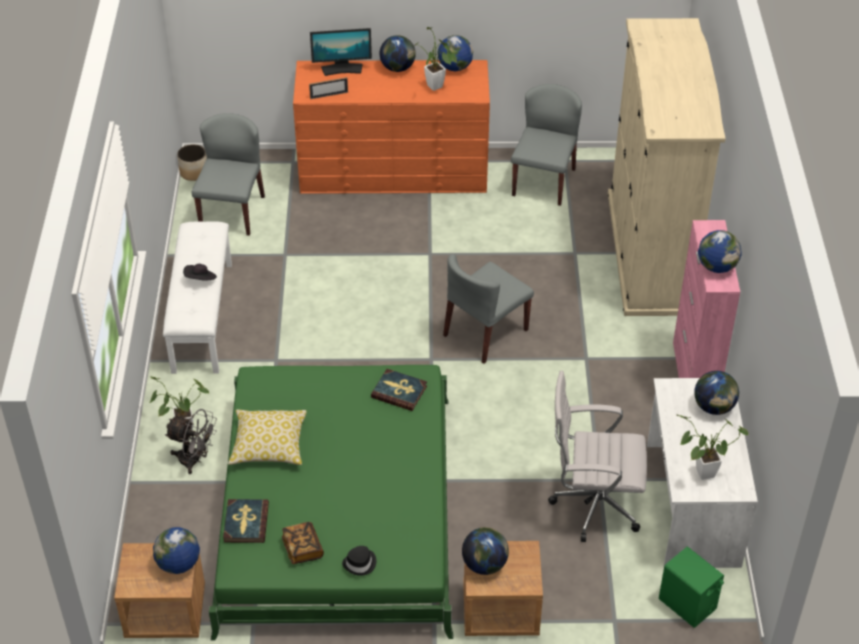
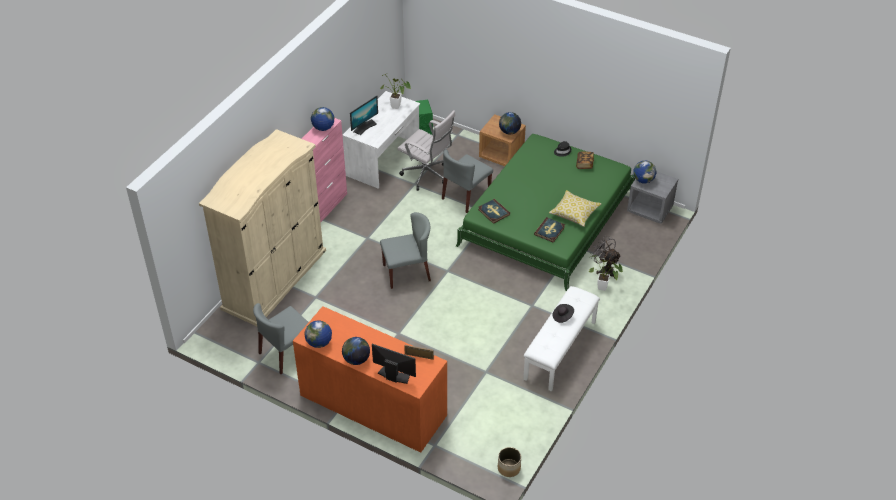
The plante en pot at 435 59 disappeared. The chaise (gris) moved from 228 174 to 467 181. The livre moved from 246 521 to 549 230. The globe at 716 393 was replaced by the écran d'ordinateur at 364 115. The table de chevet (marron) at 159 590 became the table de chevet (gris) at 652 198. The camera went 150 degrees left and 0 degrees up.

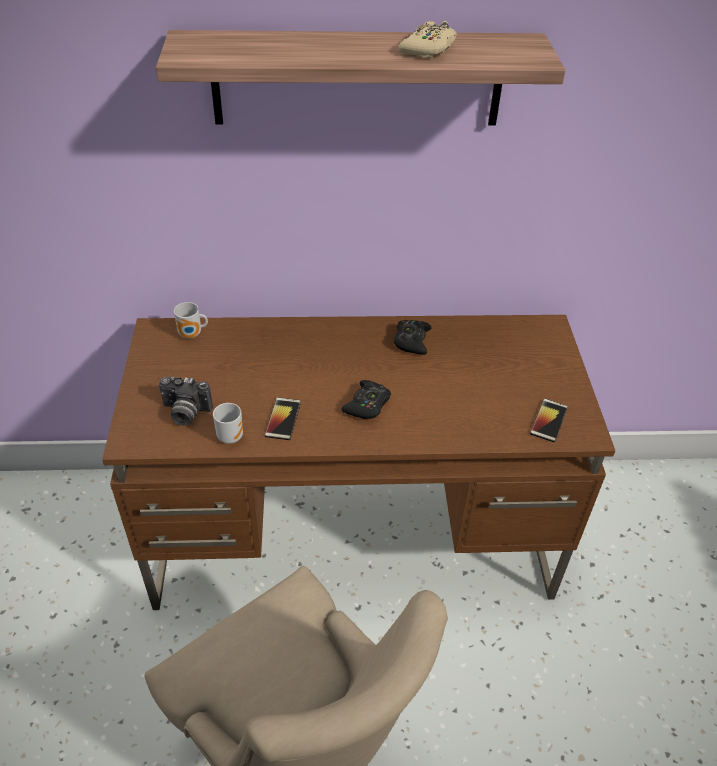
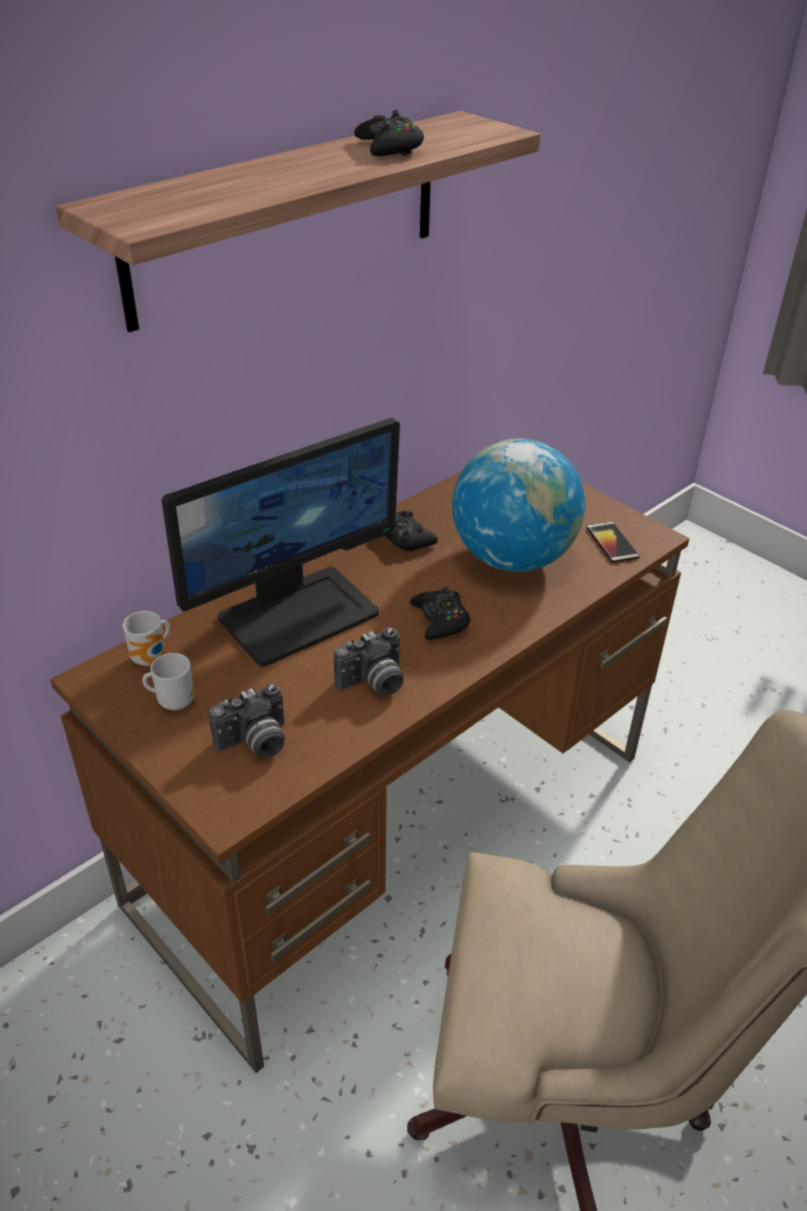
The écran d'ordinateur at 281 542 appeared. The globe at 518 505 appeared. The mug moved from 228 423 to 168 681. The téléphone at 283 418 was replaced by the appareil photo at 369 661. The manette (beige) at 427 39 became the manette (noir) at 389 133. The camera went 40 degrees left and 5 degrees down.

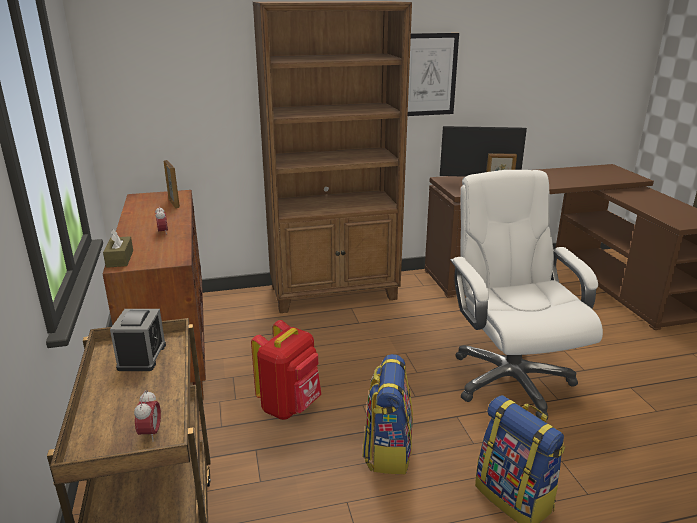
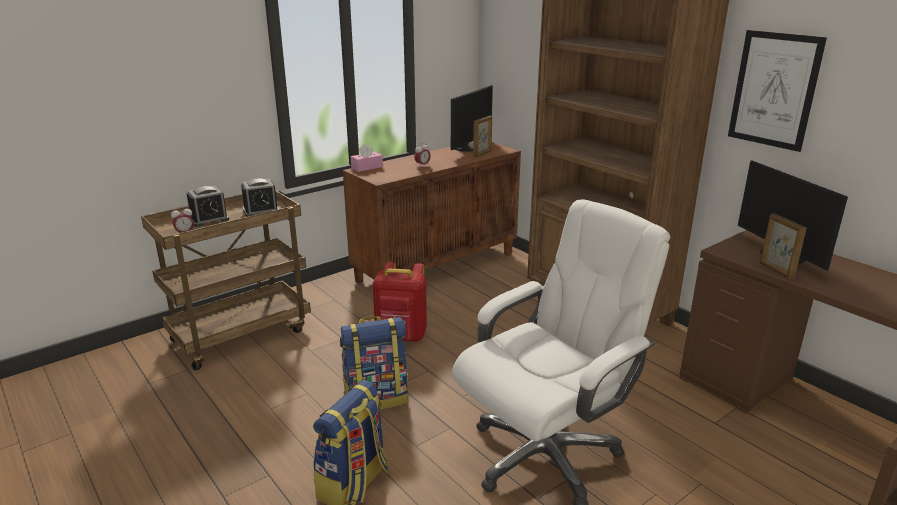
The réveil at 207 206 appeared. The écran d'ordinateur at 472 118 appeared. The boîte à mouchoirs (marron) at 118 248 became the boîte à mouchoirs (rose) at 367 158. The camera went 65 degrees right and 0 degrees up.

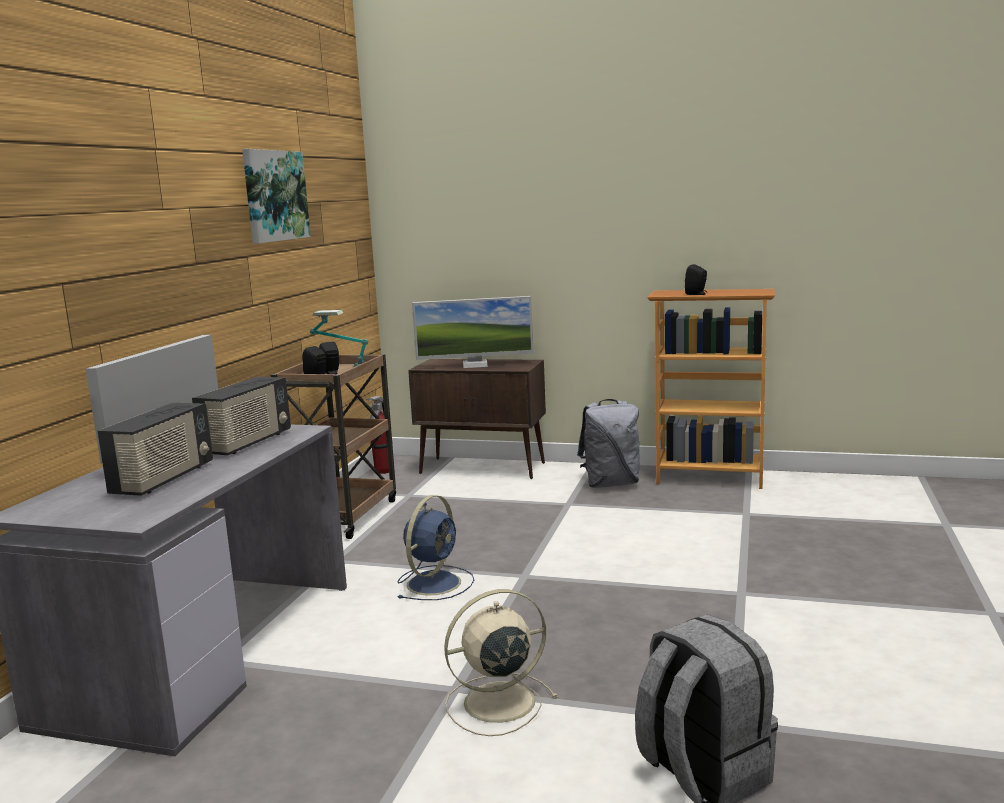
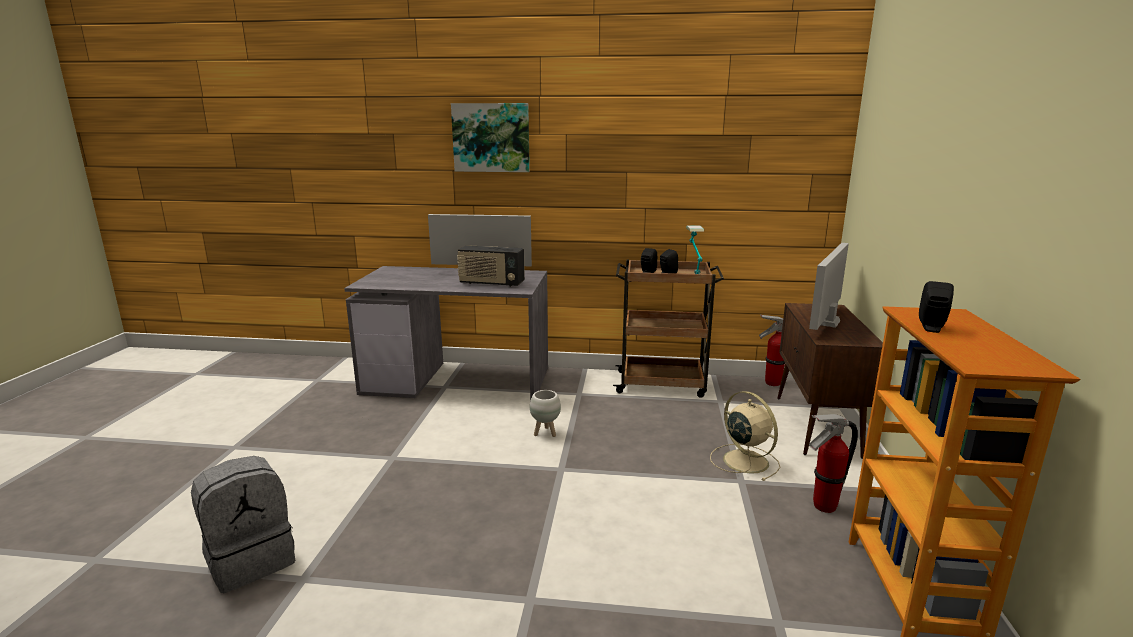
The radio at 155 449 disappeared. The tableau moved from 276 196 to 490 137. The ventilateur (beige) moved from 501 662 to 745 436. The ventilateur (bleu) at 435 547 was replaced by the cache-pot (blanc) at 545 413. The sac à dos (gris) at 608 443 was replaced by the extincteur at 833 463. The écran d'ordinateur at 472 332 turned 45 degrees clockwise. The camera went 80 degrees right and 5 degrees up.

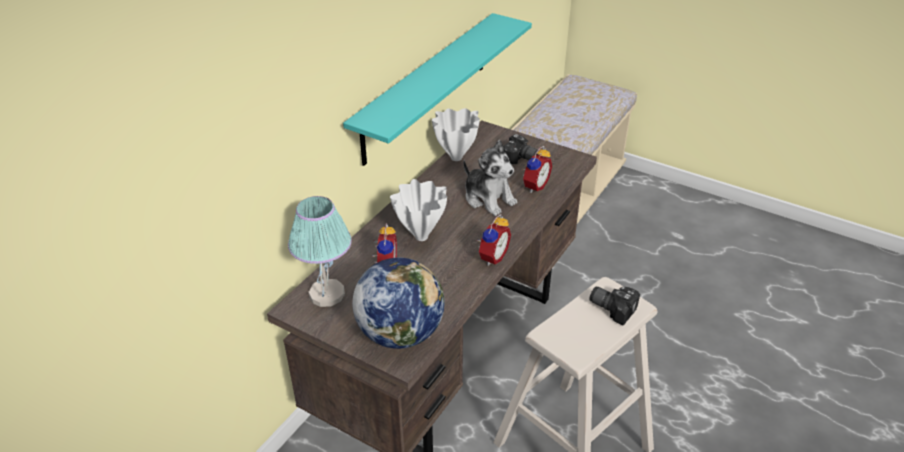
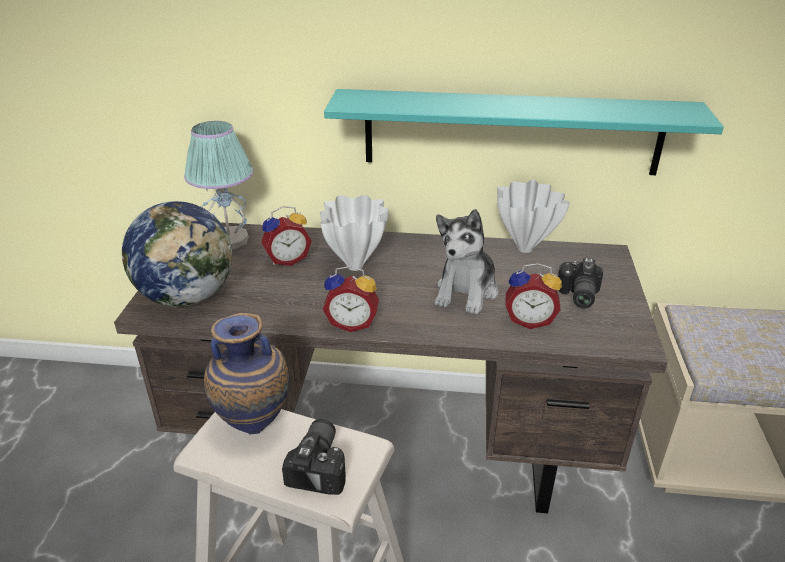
The vase at 246 373 appeared. The camera went 65 degrees right and 5 degrees down.

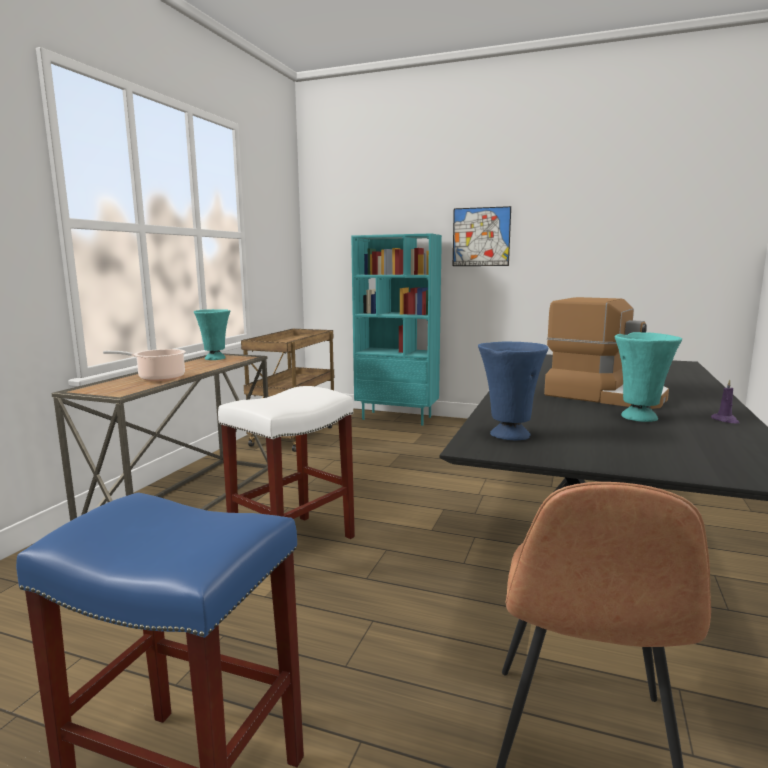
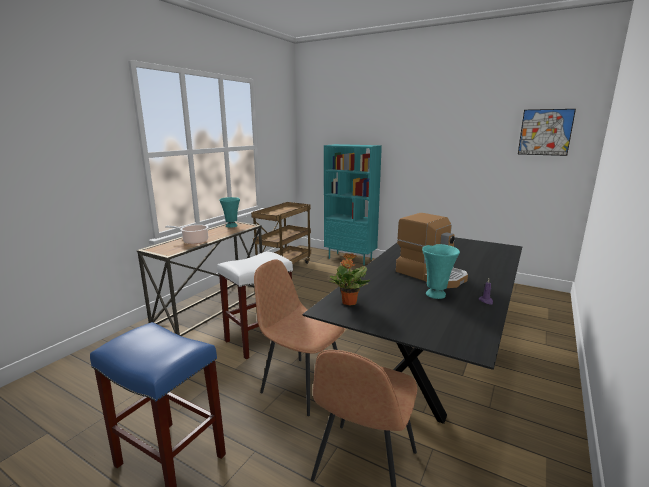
The chaise (marron) at 299 337 appeared. The tableau moved from 482 236 to 547 132. The vase (bleu) at 513 391 was replaced by the plante en pot at 349 279. The camera went 10 degrees right and 5 degrees up.

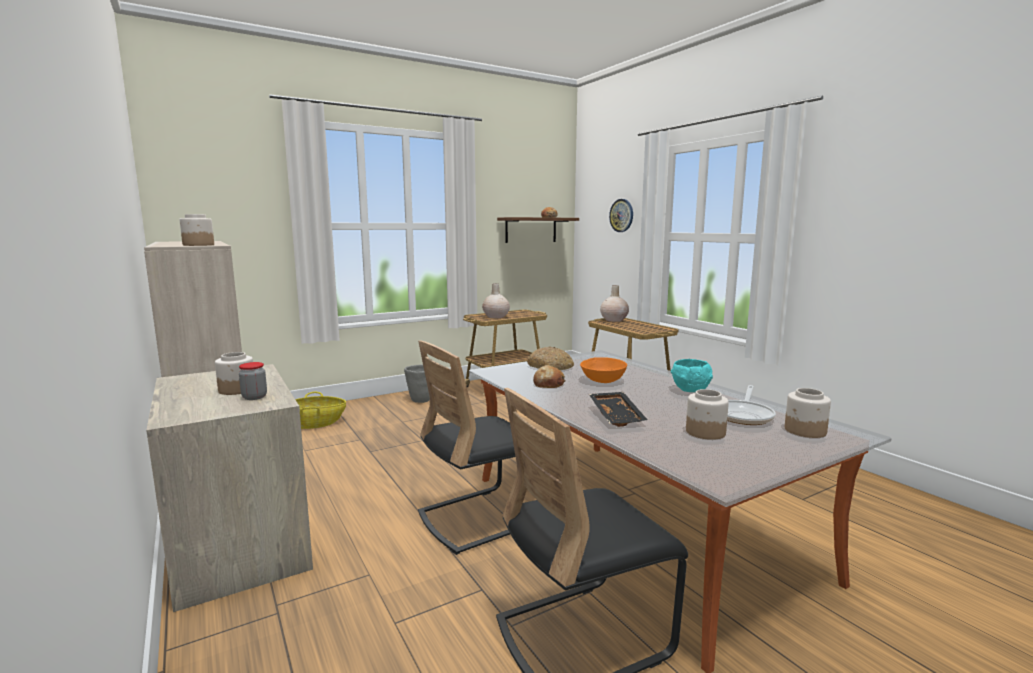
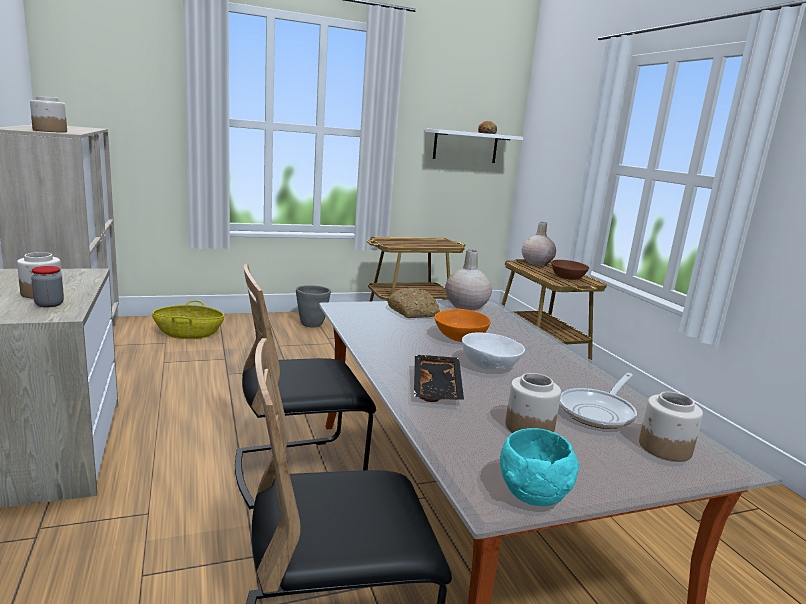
The pain at 549 376 disappeared. The horloge murale at 621 215 disappeared. The bol (blanc) at 493 351 appeared. The bol (marron) at 570 270 appeared. The vase (beige) moved from 496 300 to 468 280. The bol (turquoise) moved from 692 375 to 539 467. The étagère (marron) at 538 230 became the étagère (blanc) at 474 146. The camera went 10 degrees right and 5 degrees up.

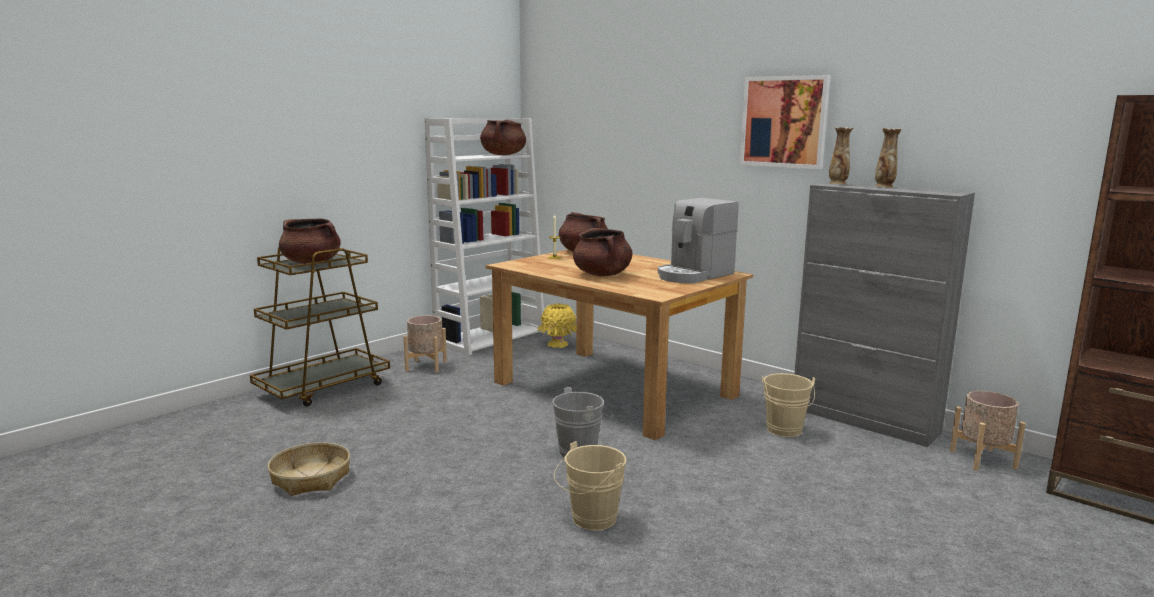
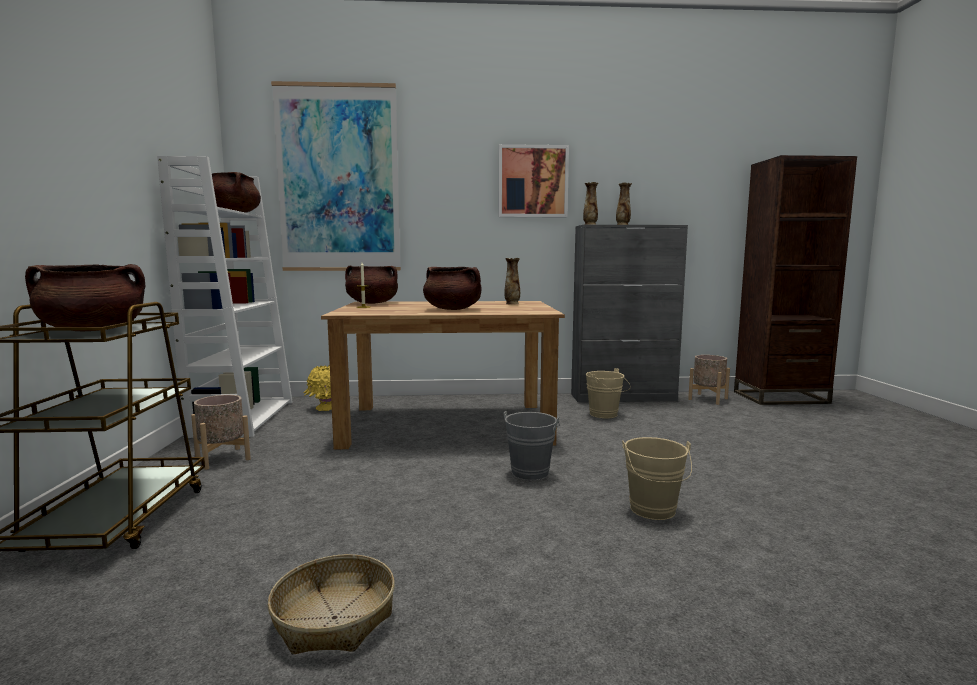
The tableau at 336 176 appeared. The machine à café at 698 240 was replaced by the vase at 512 281. The camera went 45 degrees left and 5 degrees down.

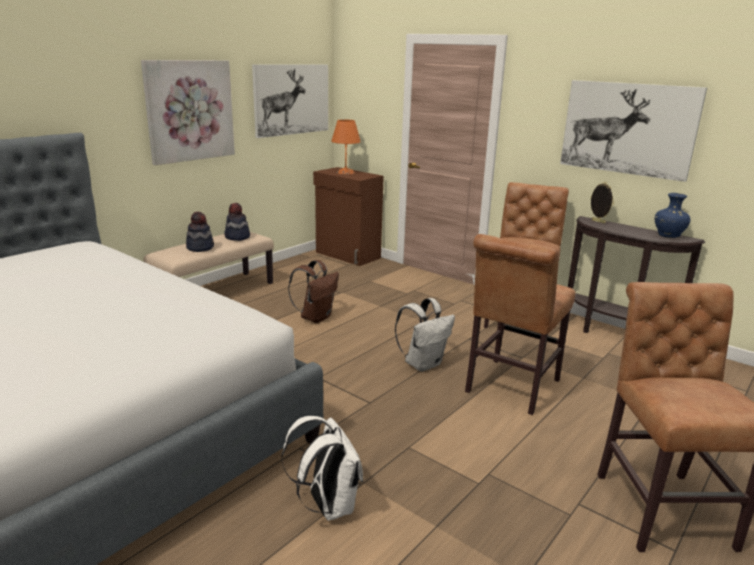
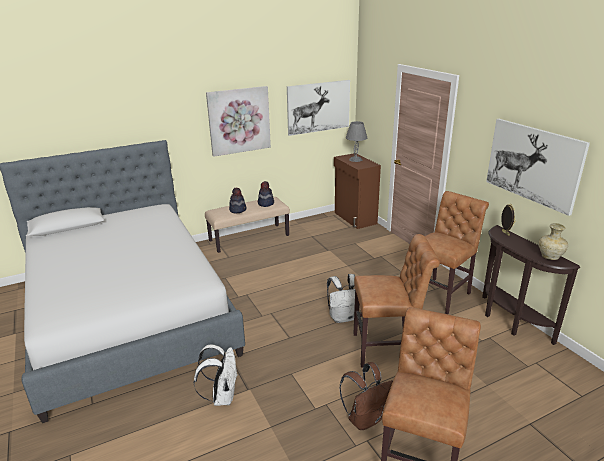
The sac à dos (marron) moved from 313 291 to 366 396. The lampe de table (orange) at 346 146 became the lampe de table (gris) at 356 141. The vase (bleu) at 673 215 became the vase (beige) at 553 241. The chaise (marron) at 520 324 turned 150 degrees counterclockwise. The camera went 25 degrees right and 5 degrees up.

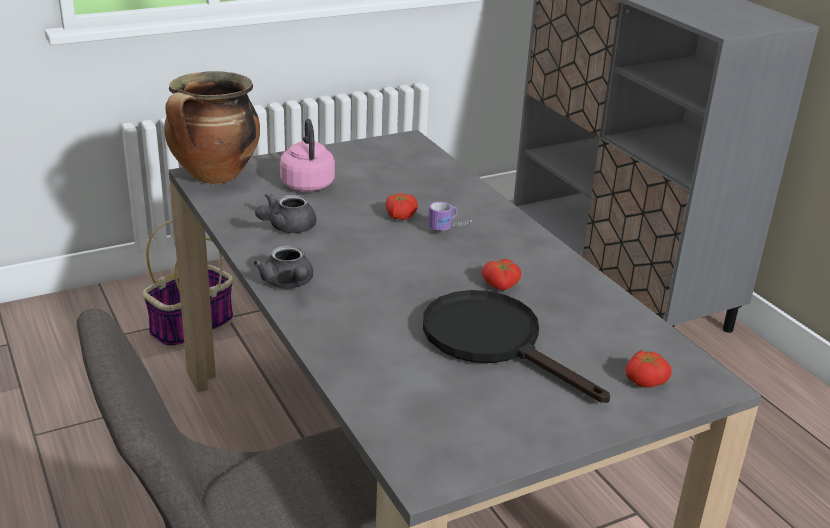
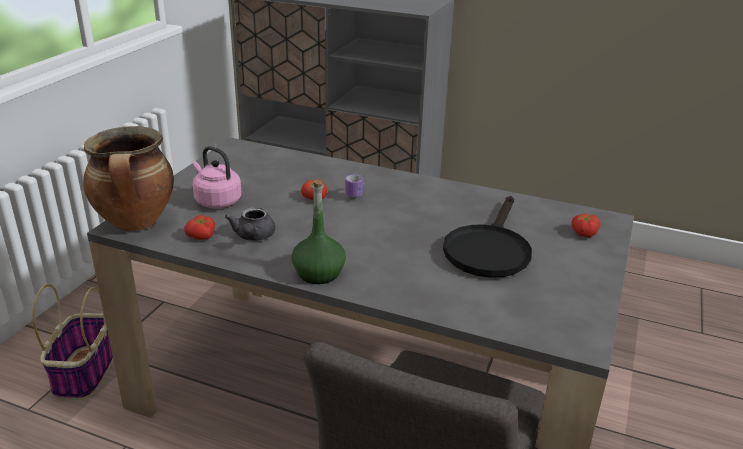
The tomate moved from 501 274 to 199 227. The théière (gris) at 283 266 was replaced by the bouteille (vert) at 319 232. The poêle (noir) at 516 346 turned 75 degrees counterclockwise. The camera went 40 degrees left and 0 degrees up.

